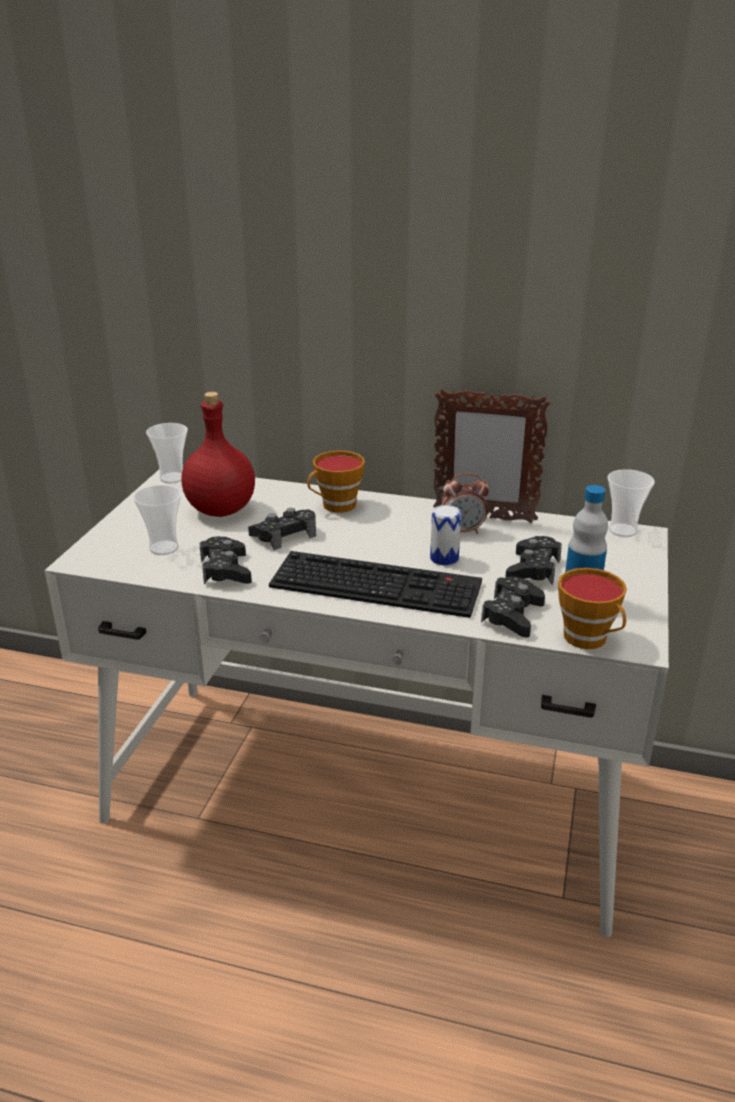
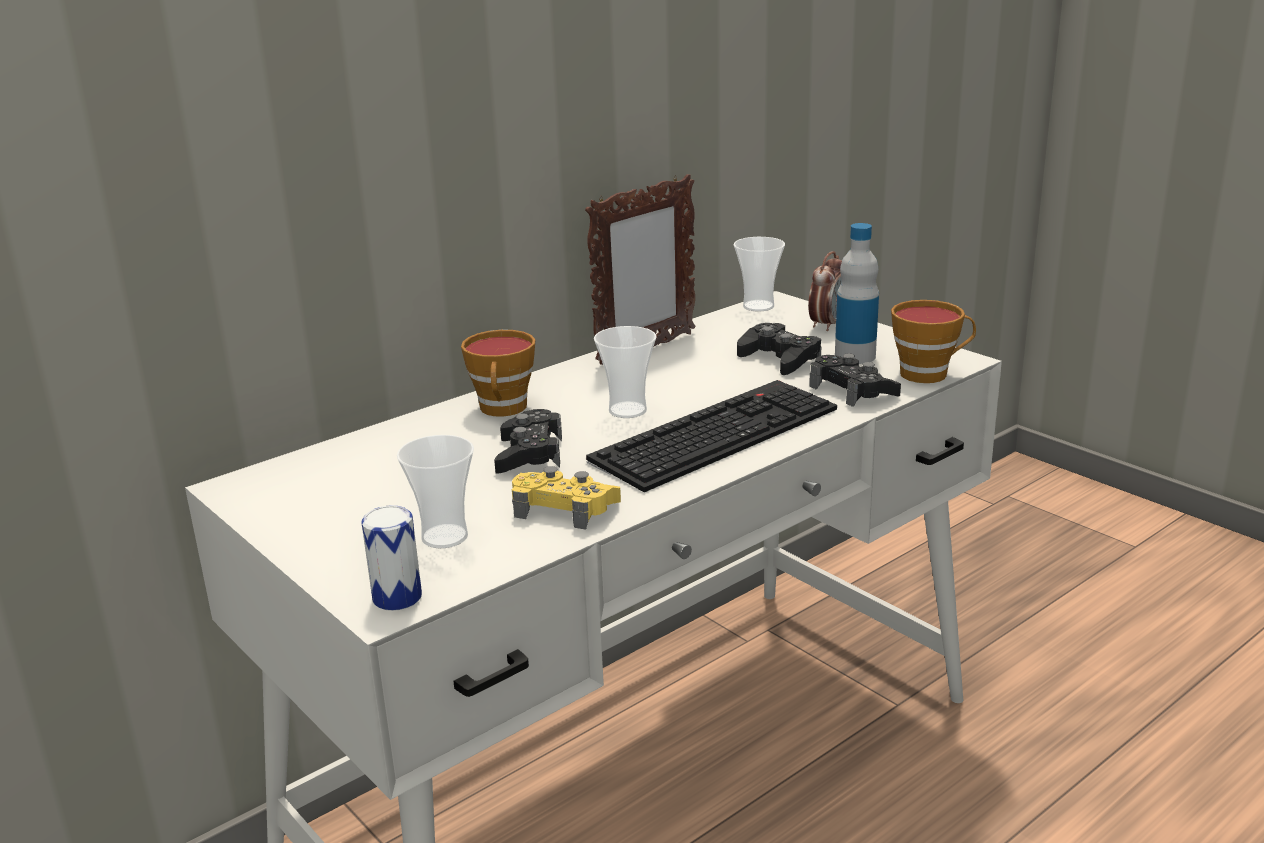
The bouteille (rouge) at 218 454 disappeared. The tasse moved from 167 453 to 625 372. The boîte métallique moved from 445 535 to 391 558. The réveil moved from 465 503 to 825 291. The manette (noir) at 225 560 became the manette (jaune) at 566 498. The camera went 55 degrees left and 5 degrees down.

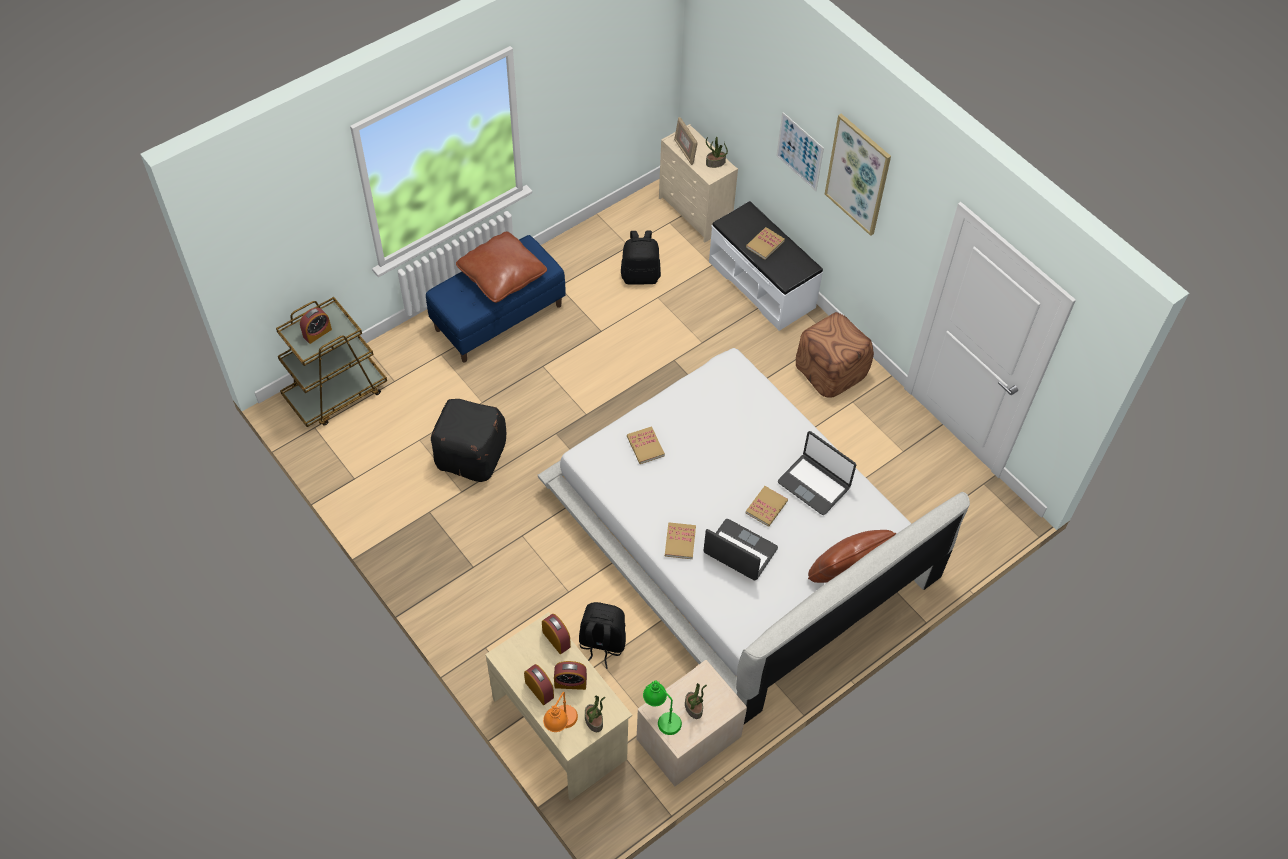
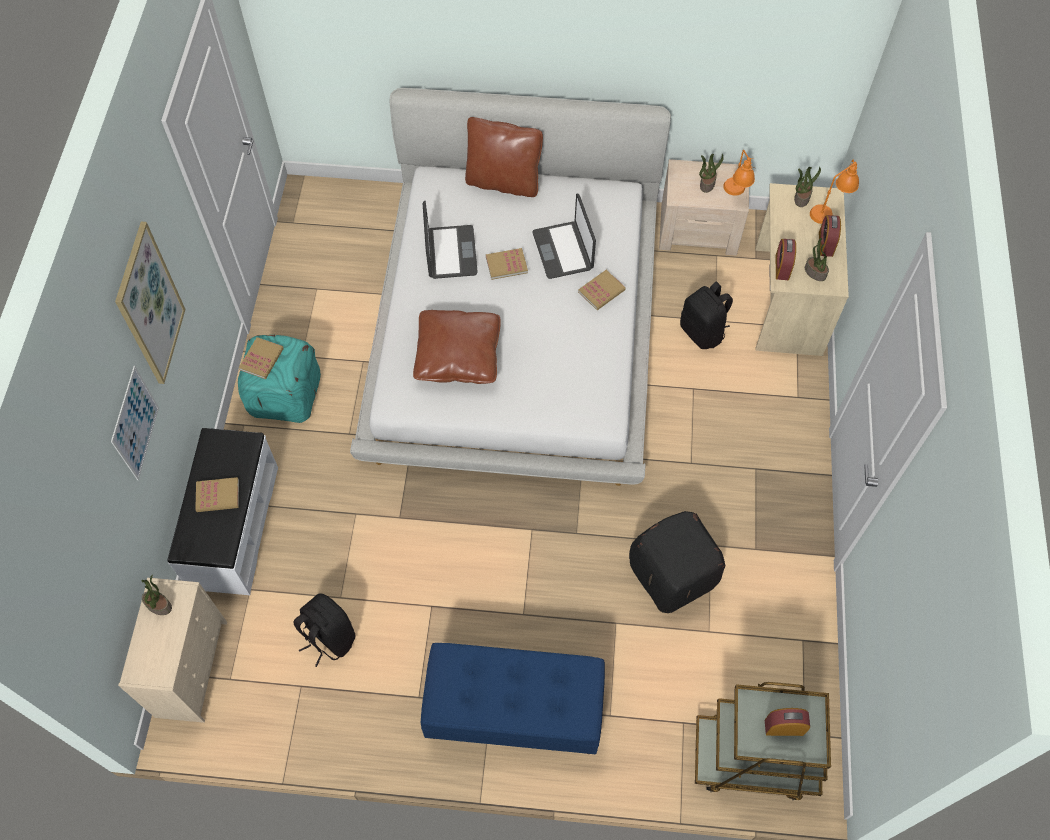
The réveil at 570 675 disappeared. The cadre photo at 686 141 disappeared. The plante en pot at 817 259 appeared. The coussin (marron) moved from 501 267 to 457 347. The livre moved from 646 445 to 261 358. The lampe de table (vert) at 662 707 became the lampe de table (orange) at 739 173. The pouf (marron) at 835 354 became the pouf (turquoise) at 279 379. The camera went 135 degrees left and 5 degrees up.

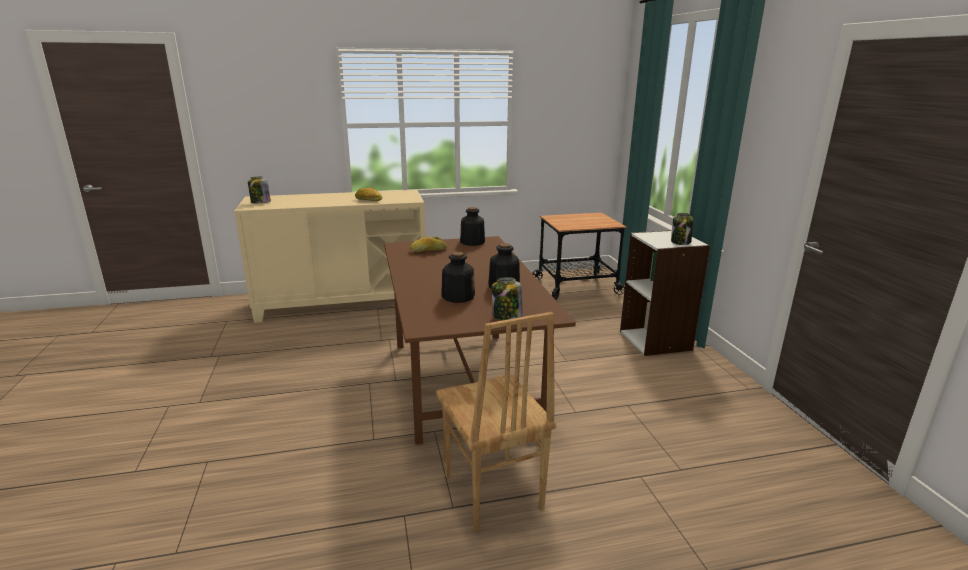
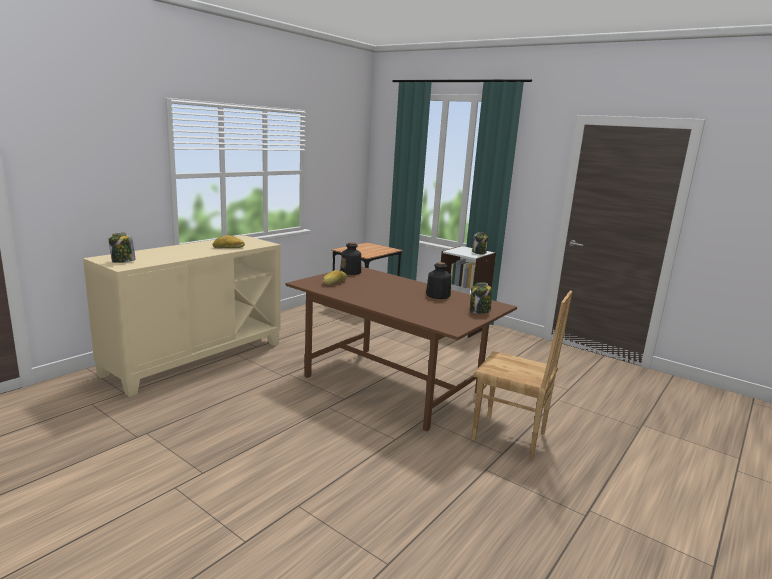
The bouteille at 458 277 disappeared. The camera went 40 degrees left and 5 degrees down.

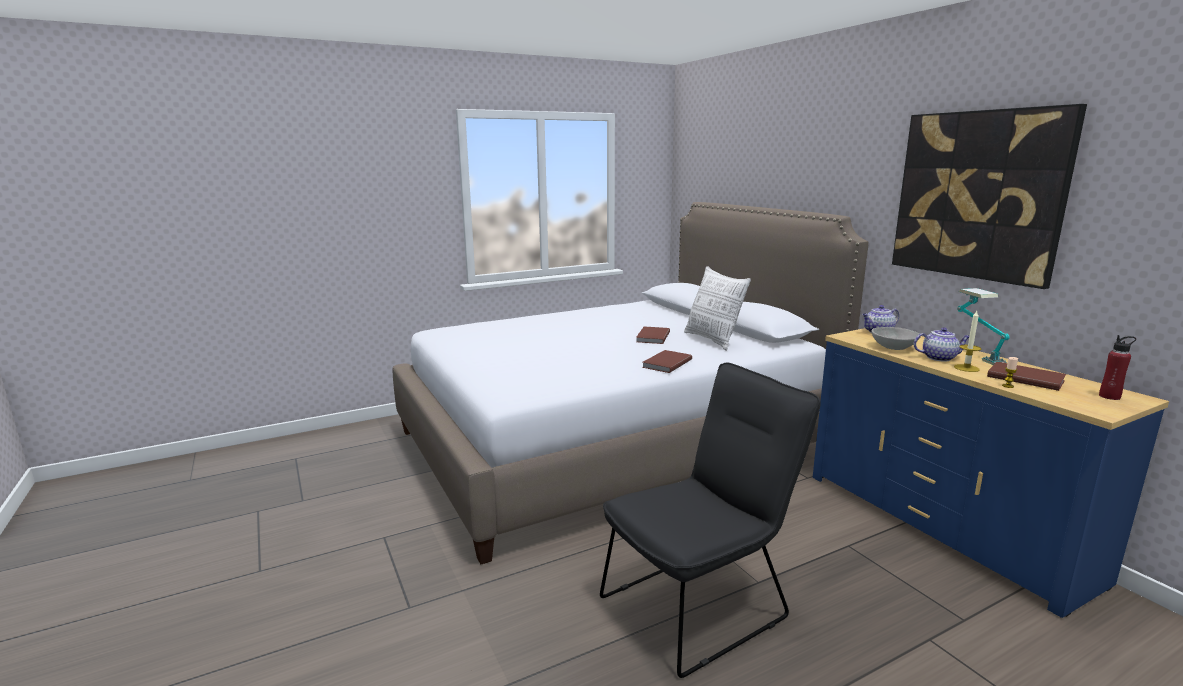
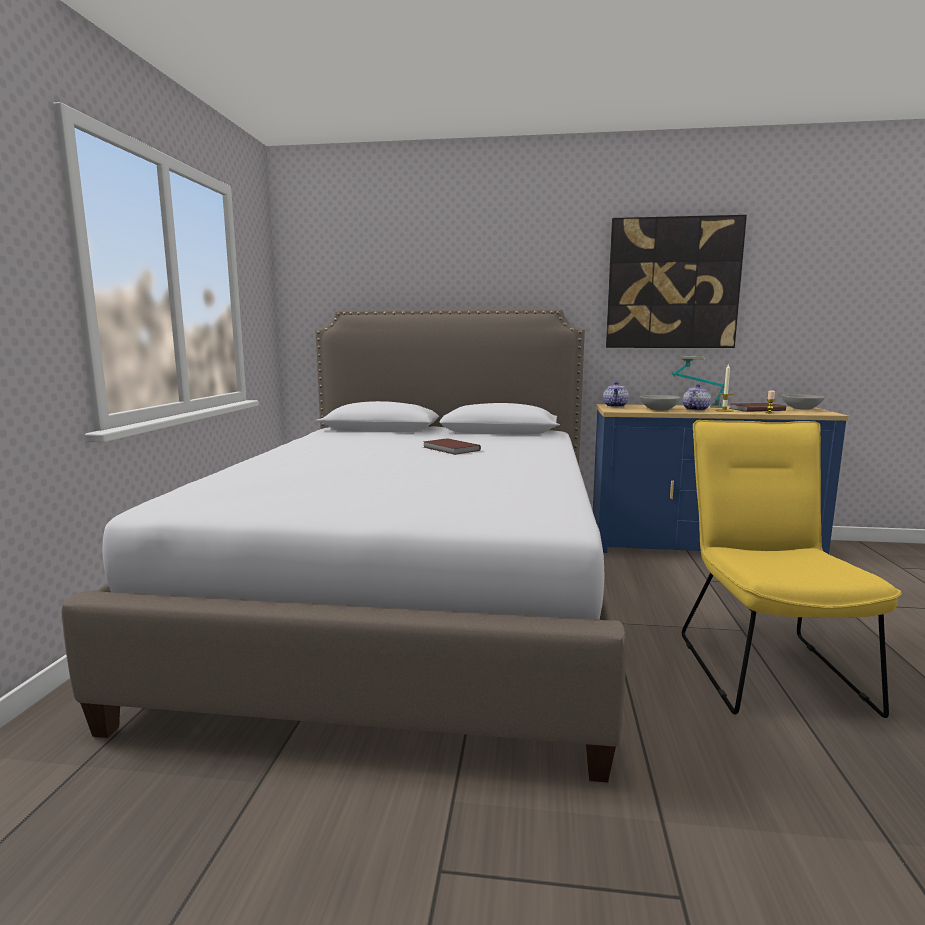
The livre (marron) at 667 361 disappeared. The coussin at 717 308 disappeared. The bouteille (rouge) at 1117 367 was replaced by the bol (gris) at 803 402. The chaise (noir) at 710 520 became the chaise (jaune) at 792 569. The camera went 55 degrees left and 5 degrees down.

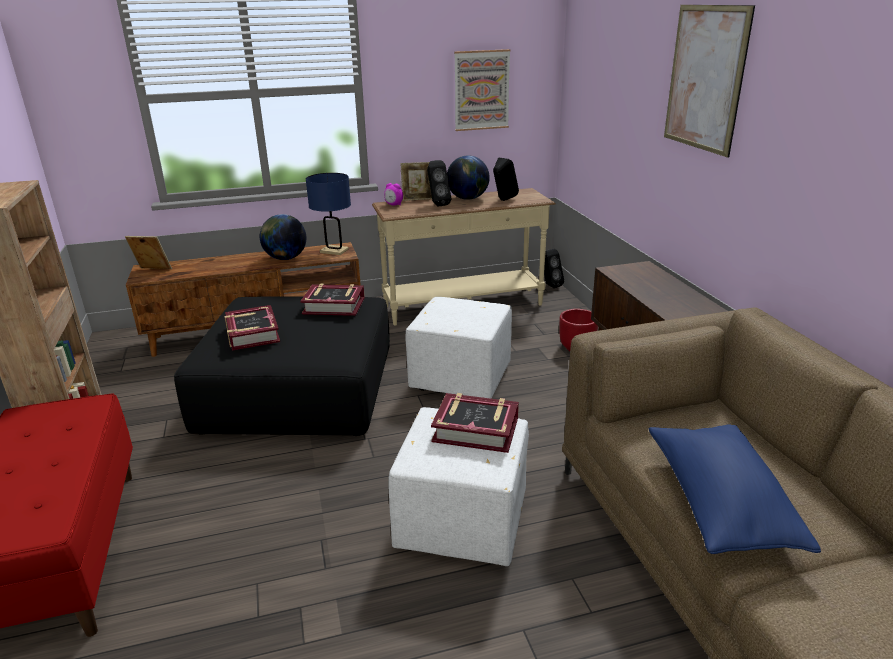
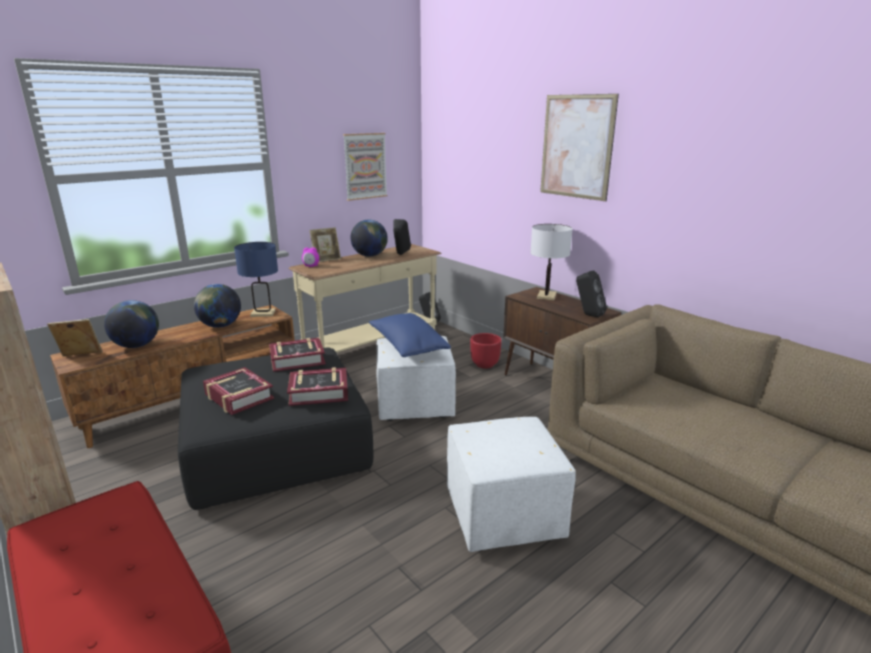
The globe at 131 324 appeared. The lampe de table (blanc) at 551 262 appeared. The enceinte (noir) moved from 439 183 to 591 293. The livre moved from 475 423 to 317 386. The coussin (bleu) moved from 735 489 to 410 335. The camera went 25 degrees left and 5 degrees down.

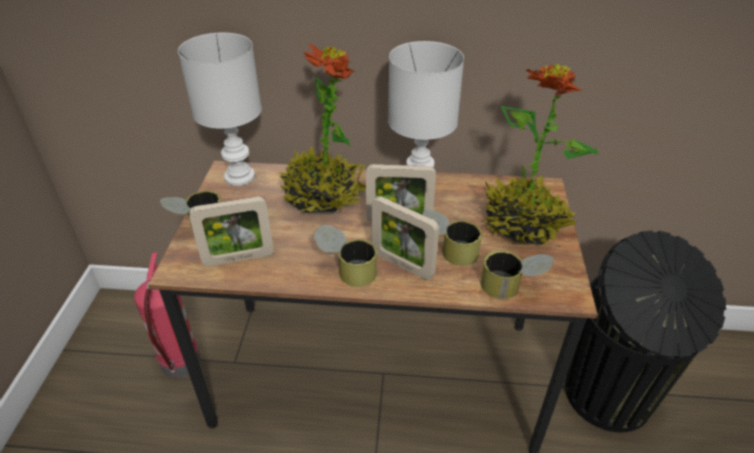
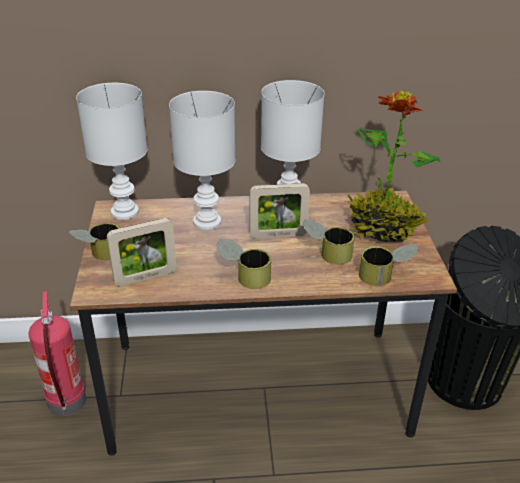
The cadre photo at 405 238 disappeared. The plante en pot at 322 128 was replaced by the lampe de table (blanc) at 202 160. The camera went 10 degrees left and 5 degrees down.

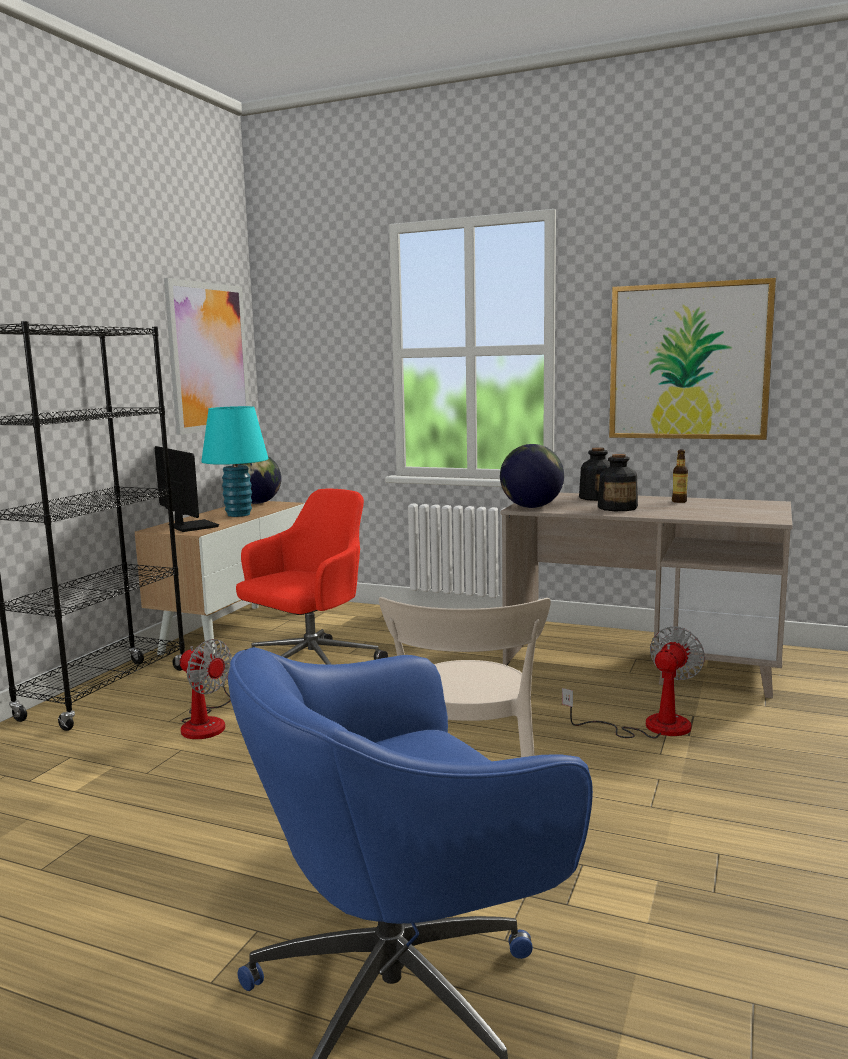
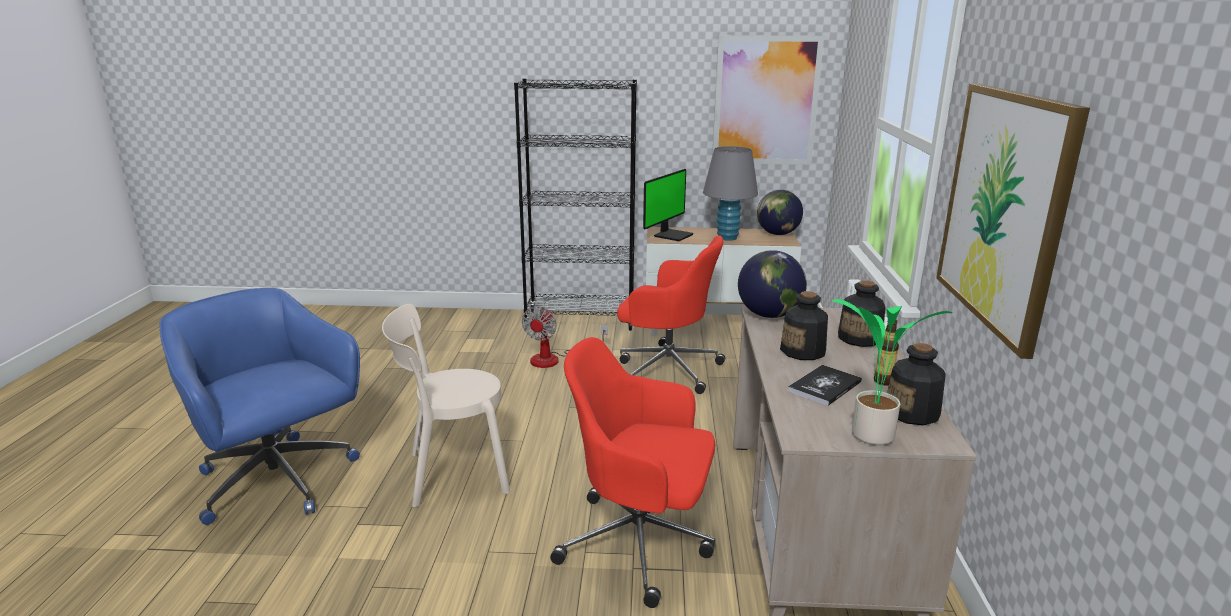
The livre at 825 385 appeared. The plante en pot at 892 372 appeared. The bouteille at 916 384 appeared. The ventilateur at 633 682 was replaced by the chaise de bureau (rouge) at 632 472. The lampe de table (turquoise) at 234 461 became the lampe de table (gris) at 730 193. The camera went 70 degrees right and 10 degrees up.

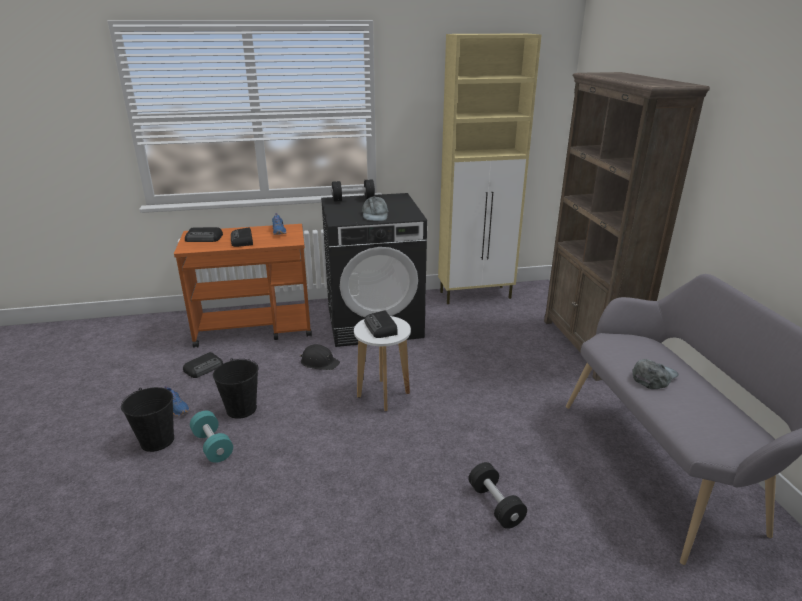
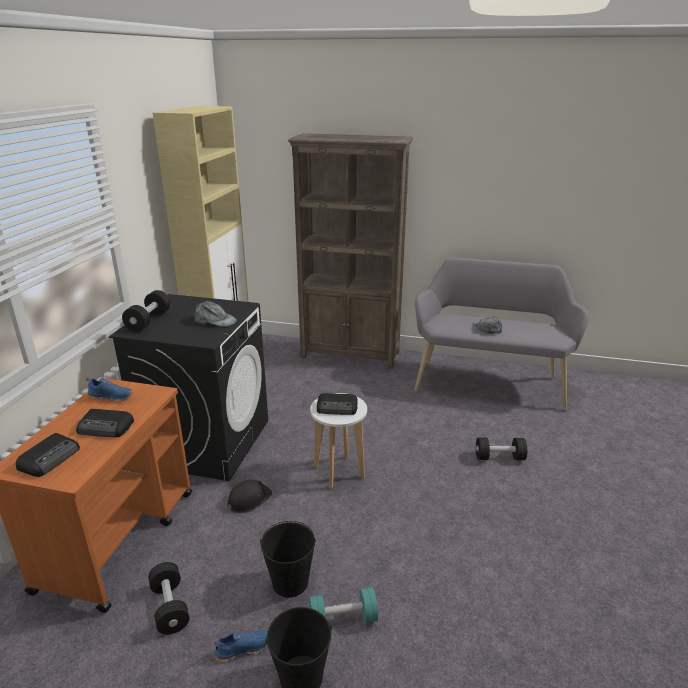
The radio at 203 365 was replaced by the haltère (noir) at 168 598. The camera went 65 degrees left and 0 degrees up.

